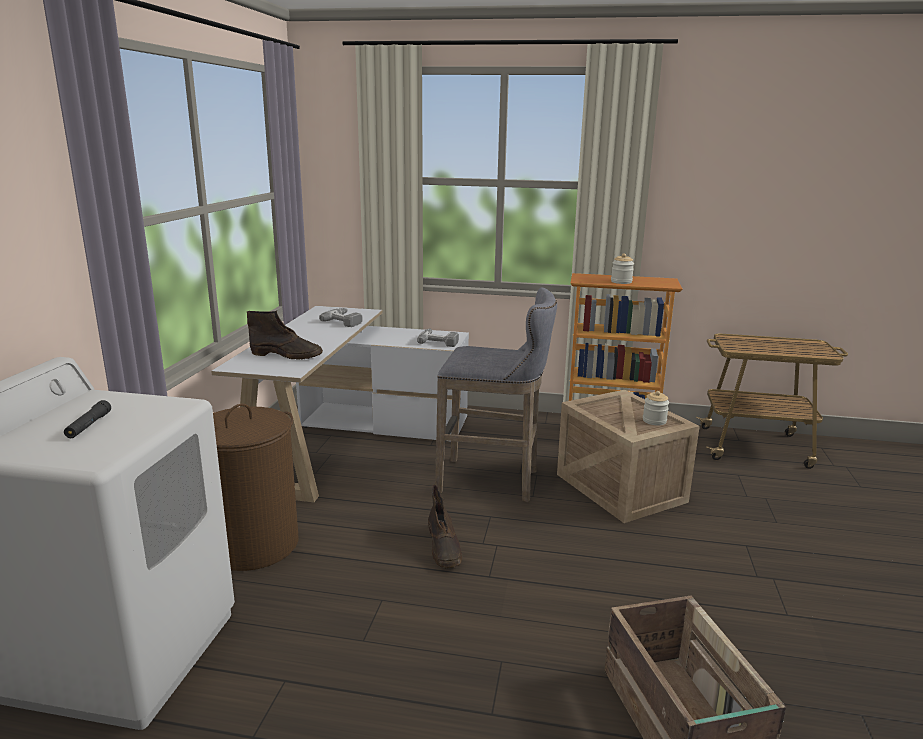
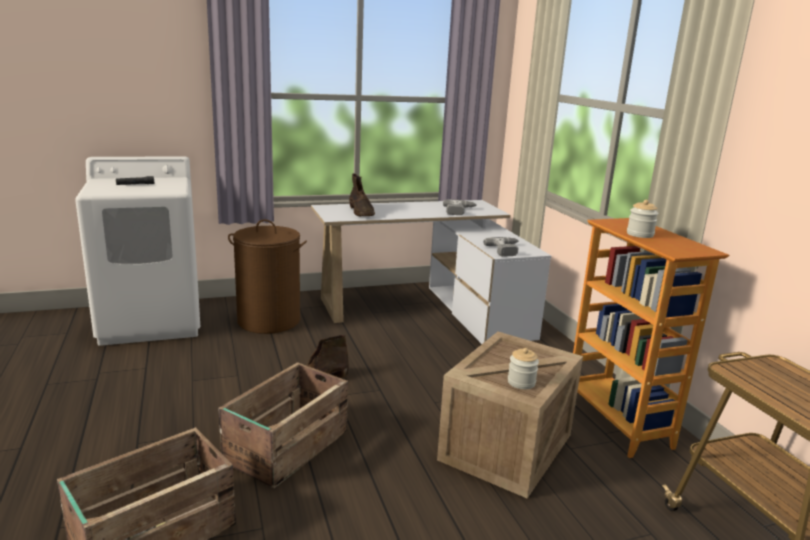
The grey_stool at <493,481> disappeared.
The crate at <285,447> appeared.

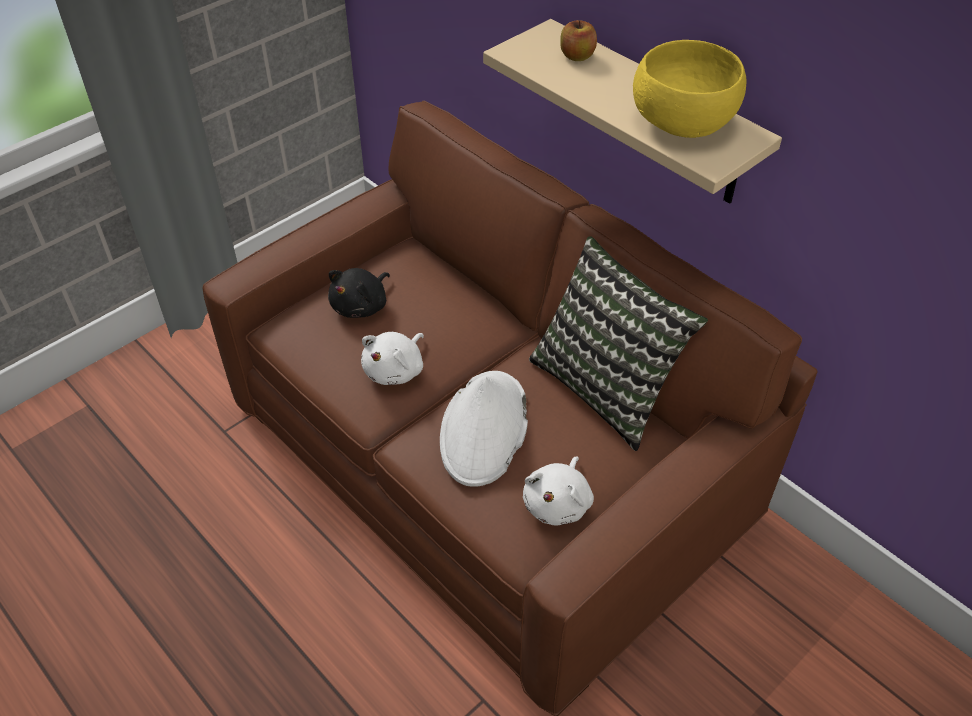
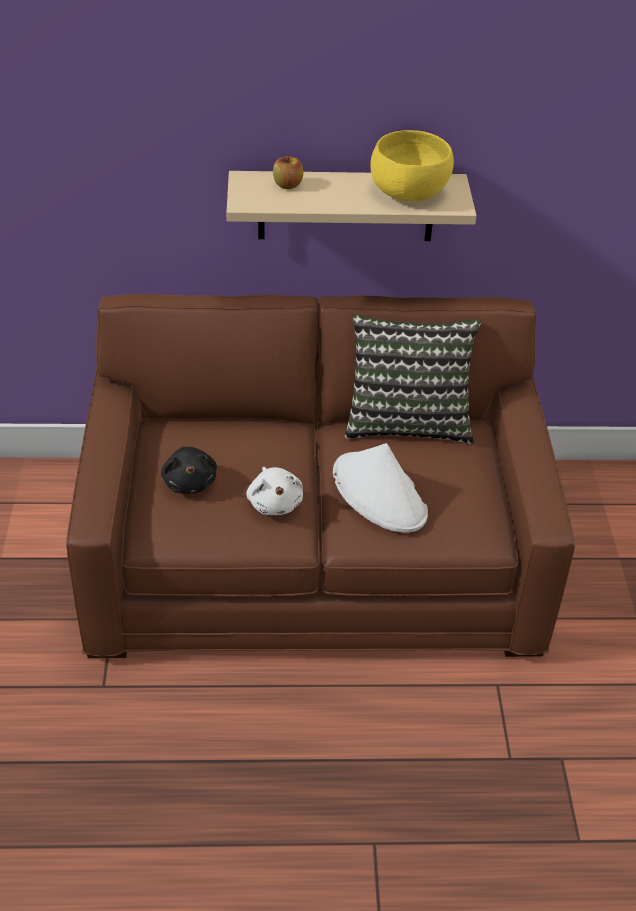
The white_plush_toy at <558,503> disappeared.

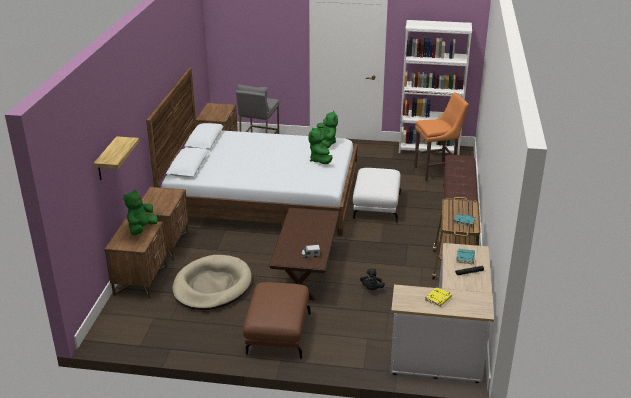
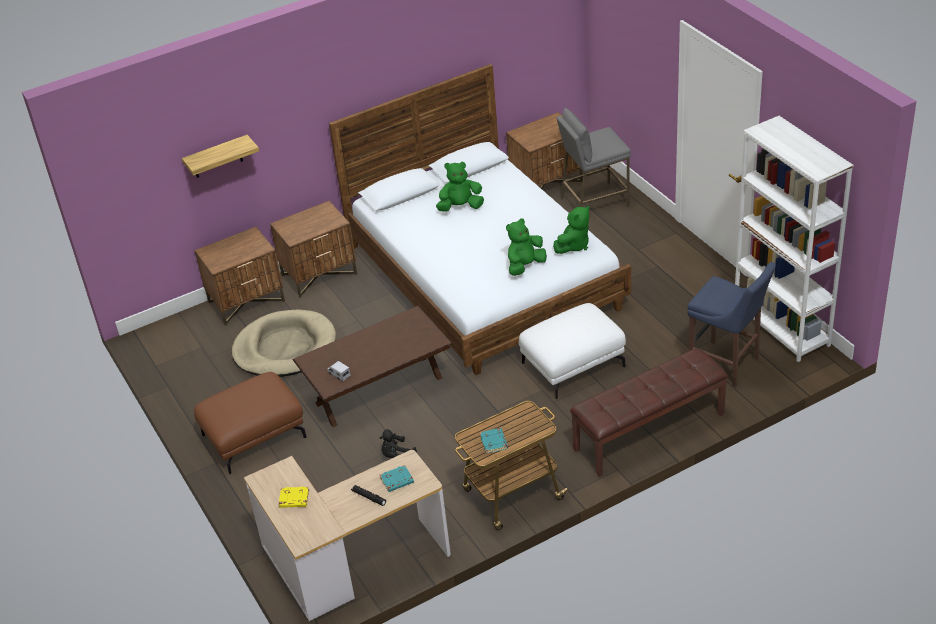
The green_plush_toy moved from <141,229> to <460,207>.
The orange_stool at <437,172> became the blue_stool at <727,365>.

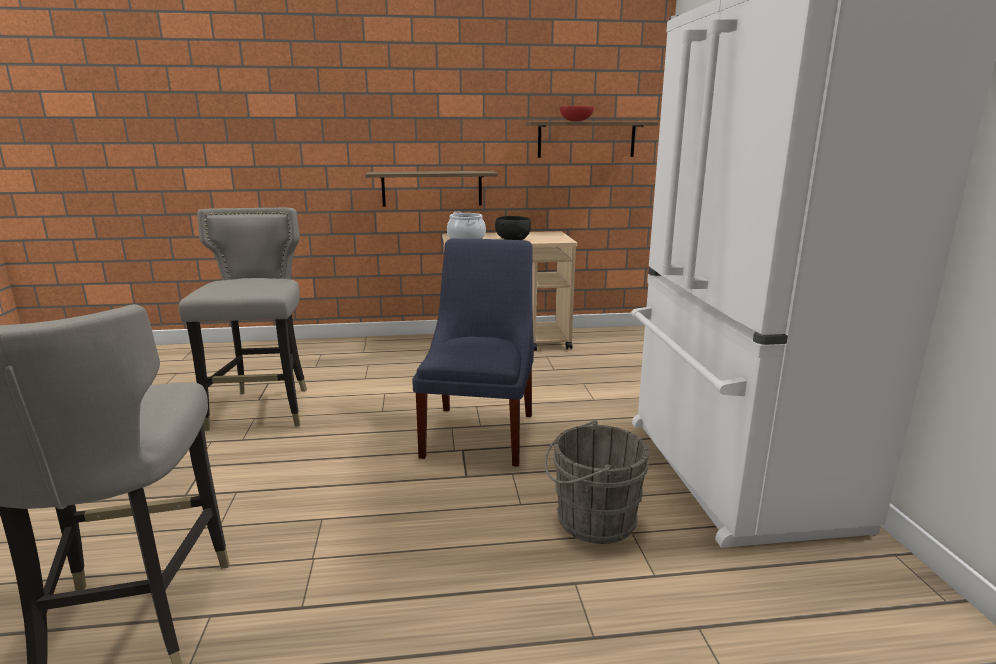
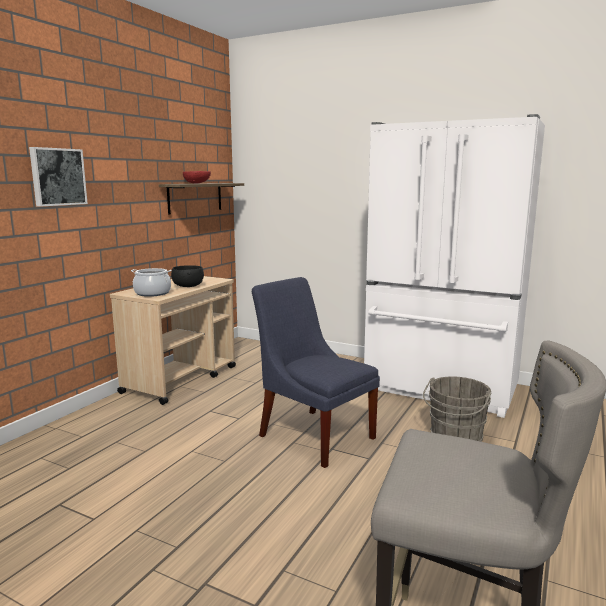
The grey_stool at <264,409> disappeared.
The shelf at <432,188> disappeared.
The picture at <57,177> appeared.

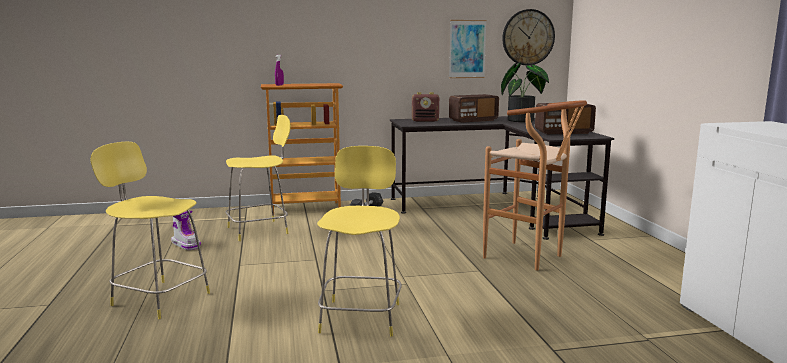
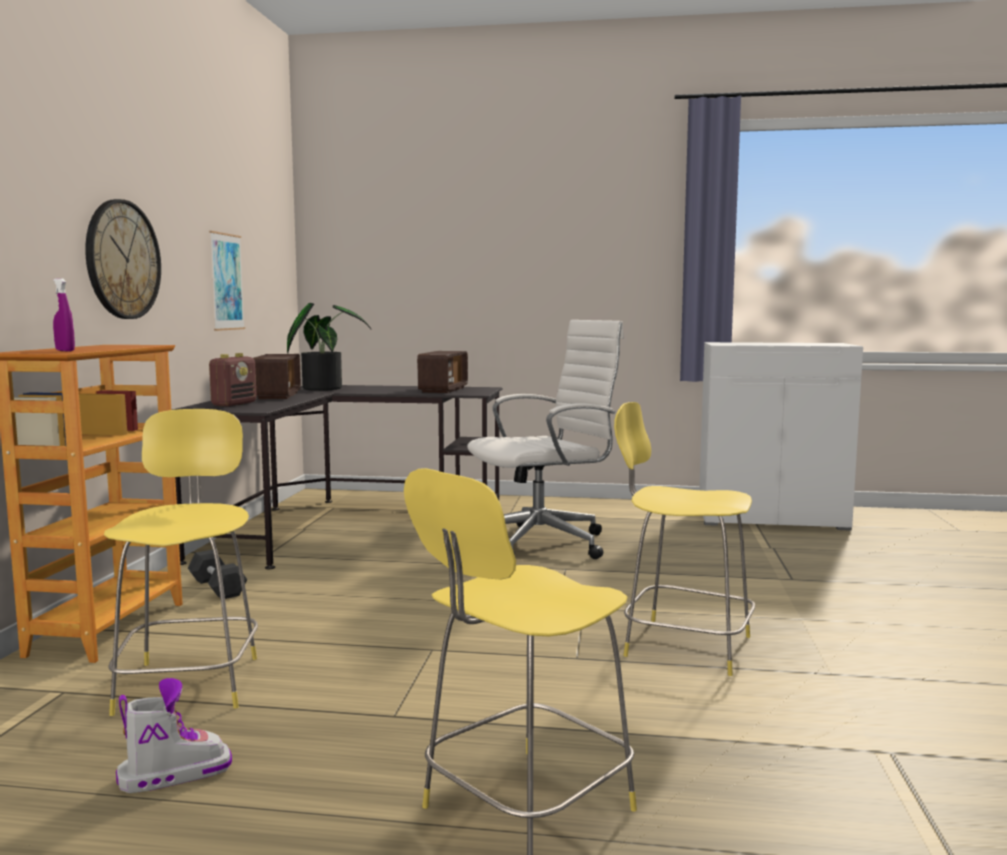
The wall_clock moved from <528,37> to <122,260>.
The brown_stool at <530,258> was replaced by the white_office_chair at <543,543>.

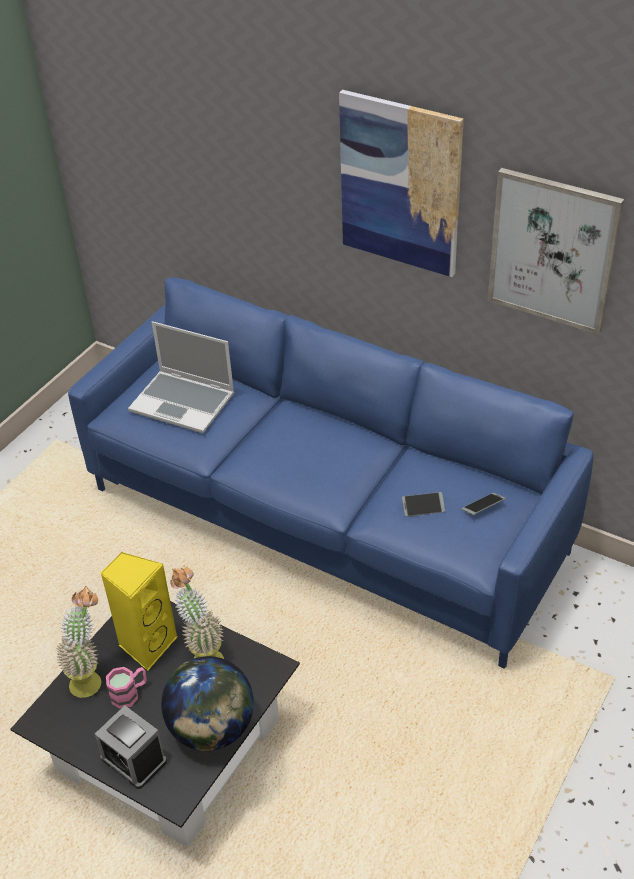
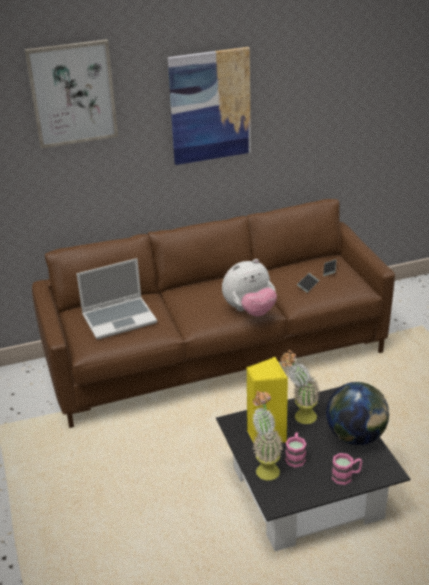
The plush_toy at <250,311> appeared.
The picture moved from <553,250> to <72,93>.
The alarm_clock at <134,760> was replaced by the pink_mug at <346,476>.
The blue_sofa at <323,523> became the brown_sofa at <217,358>.

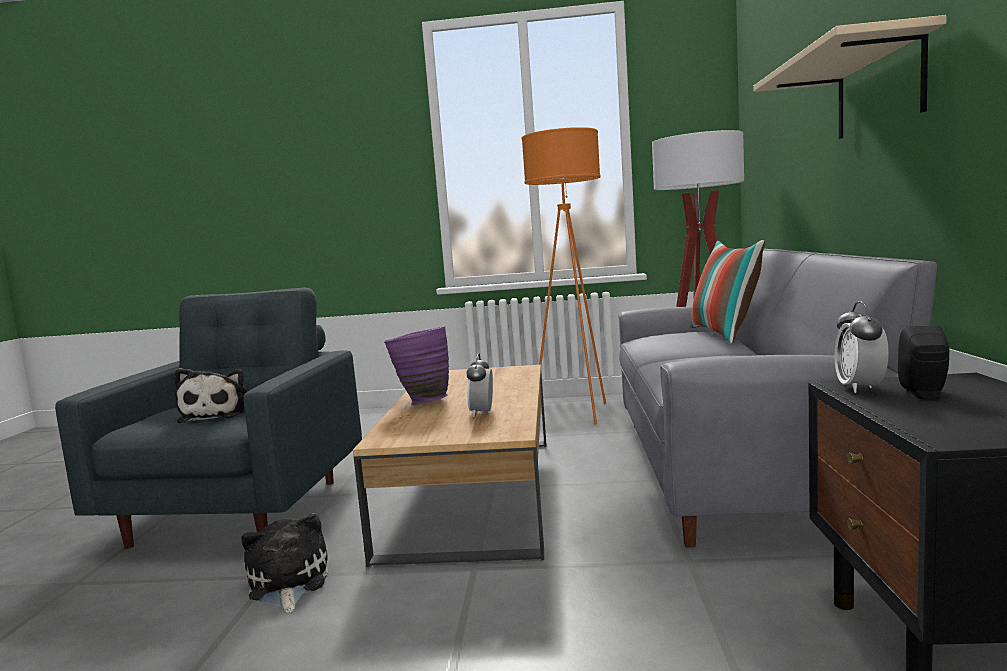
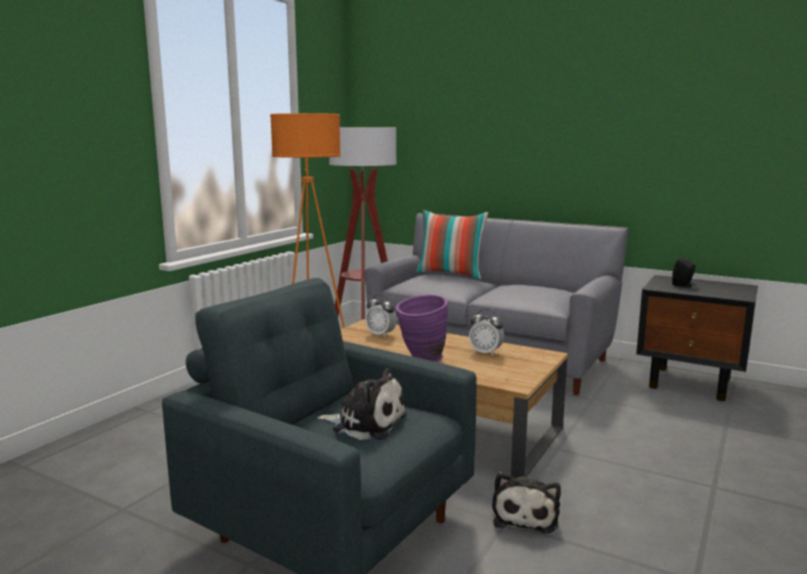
The beige_shelf at <878,89> disappeared.
The alarm_clock moved from <860,388> to <381,335>.
The plush_toy at <287,583> turned 90 degrees counterclockwise.

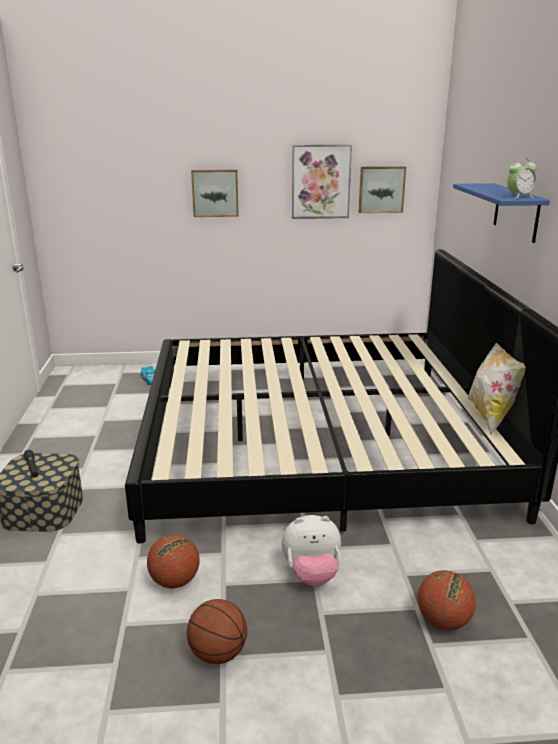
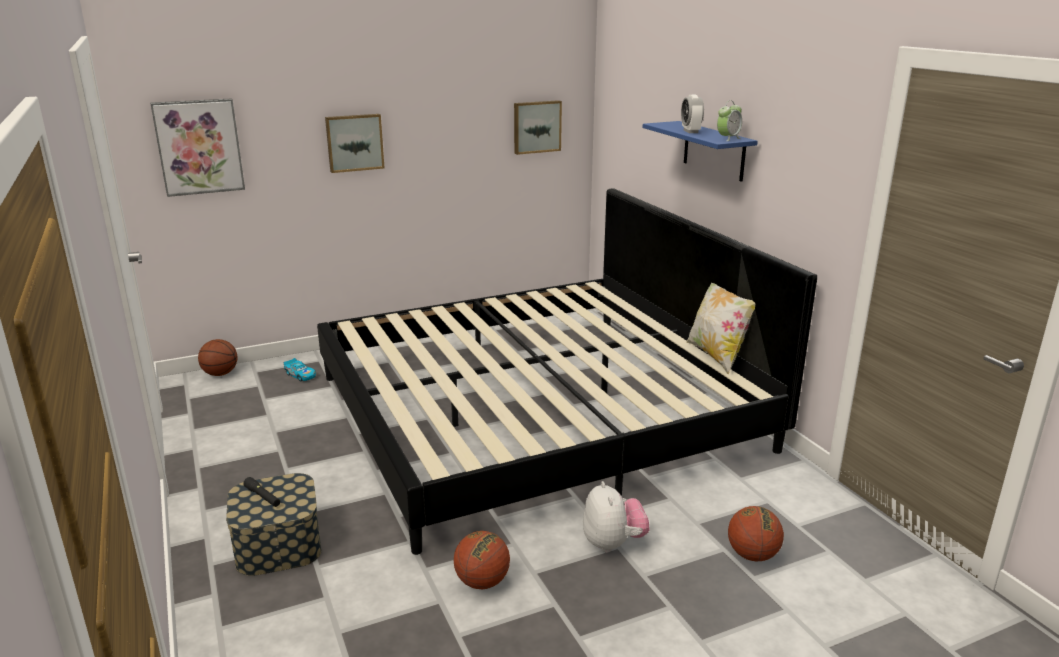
The alarm_clock at <690,131> appeared.
The basketball moved from <217,653> to <220,374>.
The picture moved from <320,182> to <199,147>.
The plush_toy at <311,574> turned 75 degrees counterclockwise.

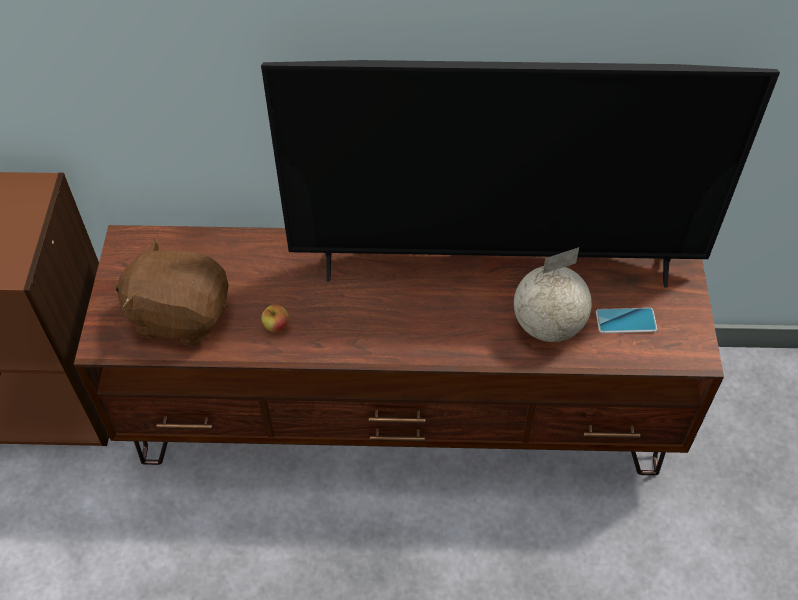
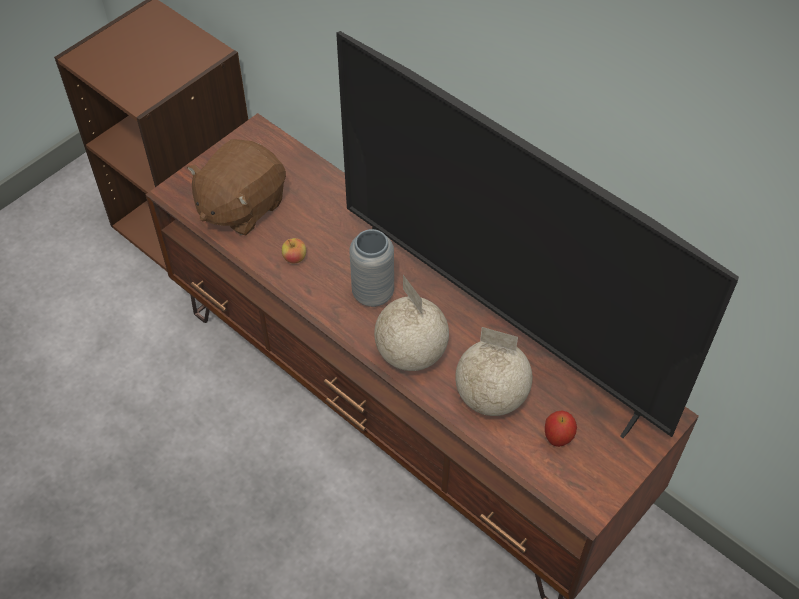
The grey_vase at <373,294> appeared.
The globe at <411,355> appeared.
The phone at <626,321> was replaced by the apple at <557,439>.
The brown_plush_toy at <180,314> turned 105 degrees counterclockwise.

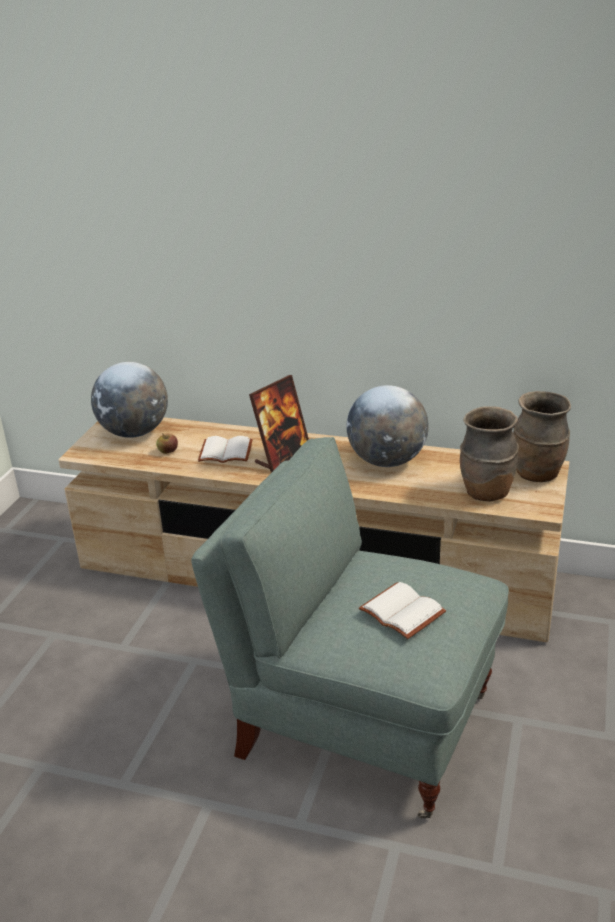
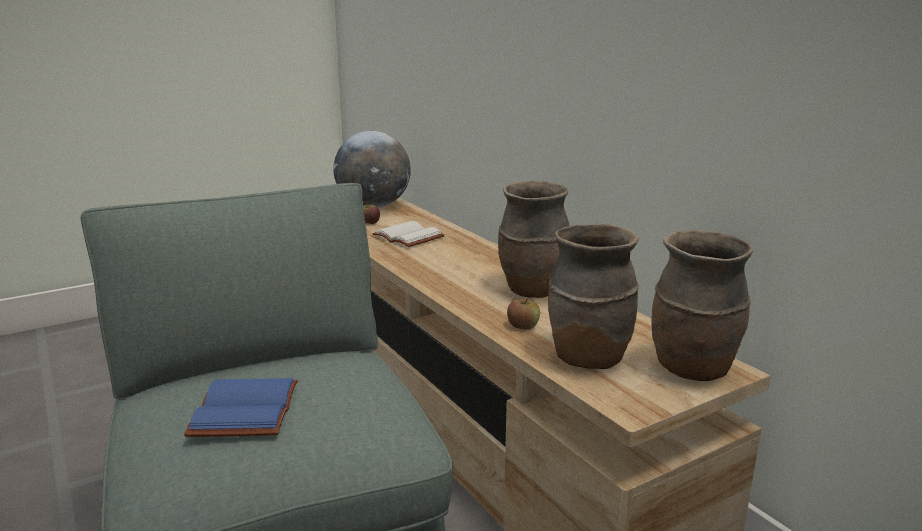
The picture_frame at <283,457> disappeared.
The apple at <523,326> appeared.
The globe at <387,461> was replaced by the brown_vase at <533,291>.
The white_book at <399,612> became the blue_book at <242,409>.

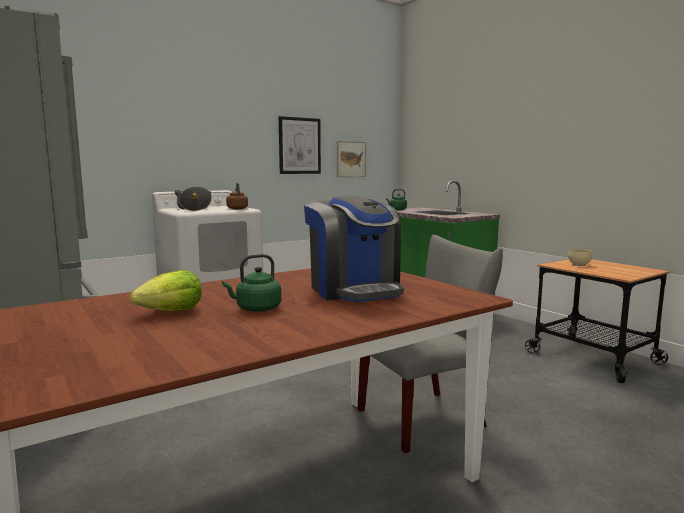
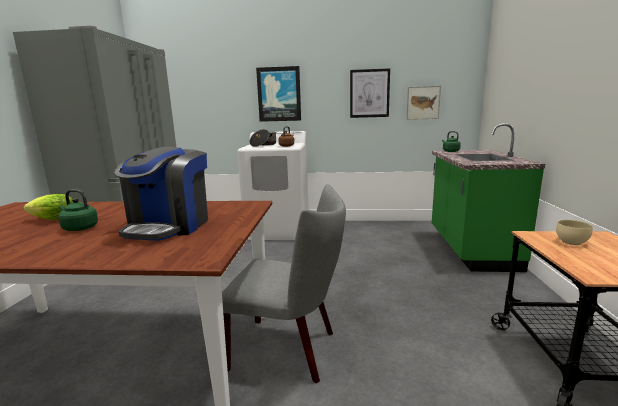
The picture at <279,94> appeared.

